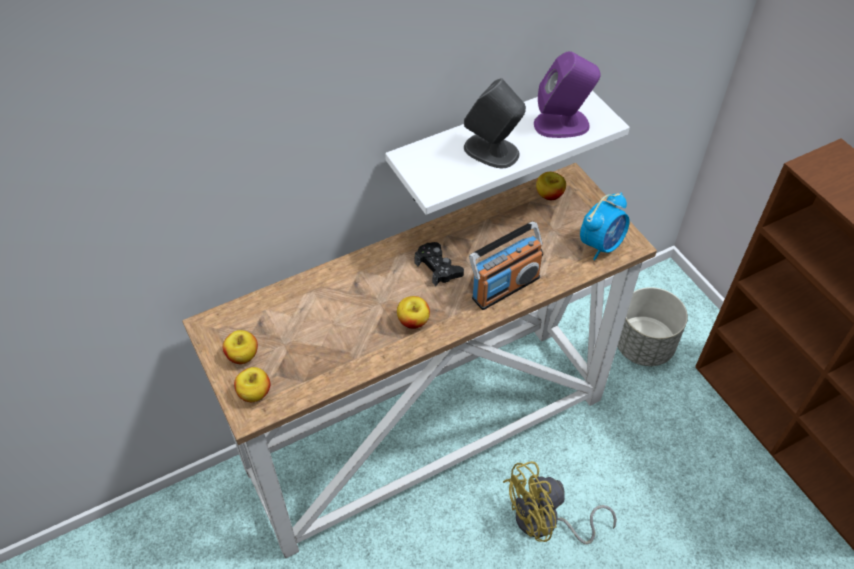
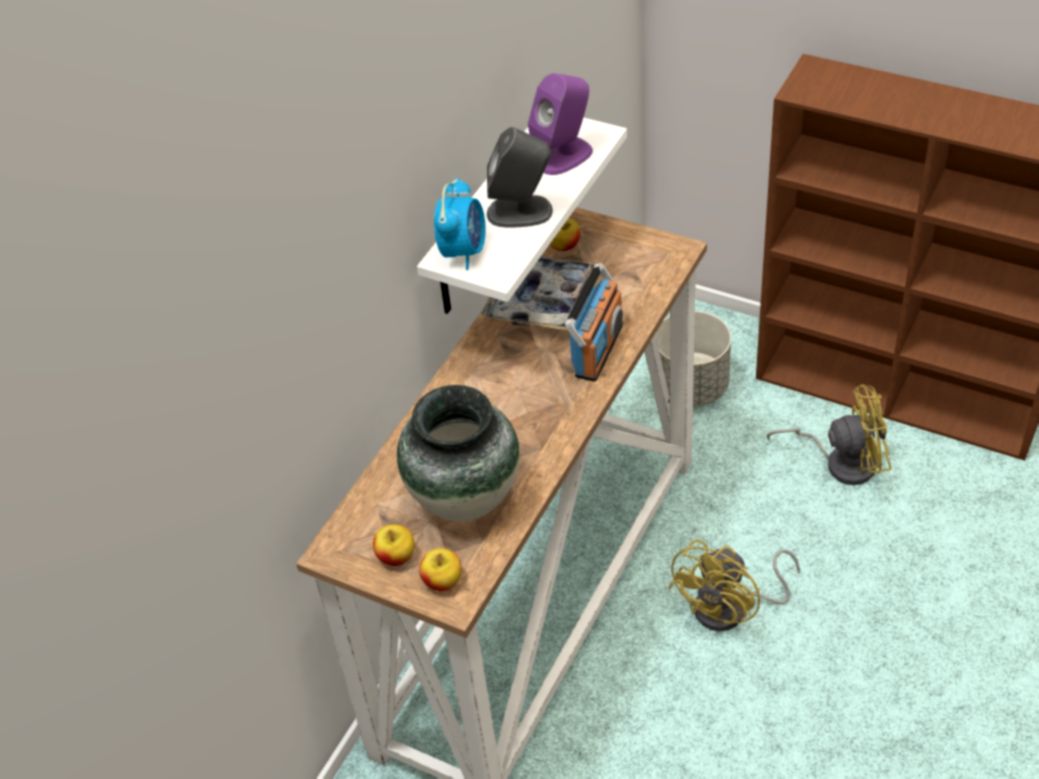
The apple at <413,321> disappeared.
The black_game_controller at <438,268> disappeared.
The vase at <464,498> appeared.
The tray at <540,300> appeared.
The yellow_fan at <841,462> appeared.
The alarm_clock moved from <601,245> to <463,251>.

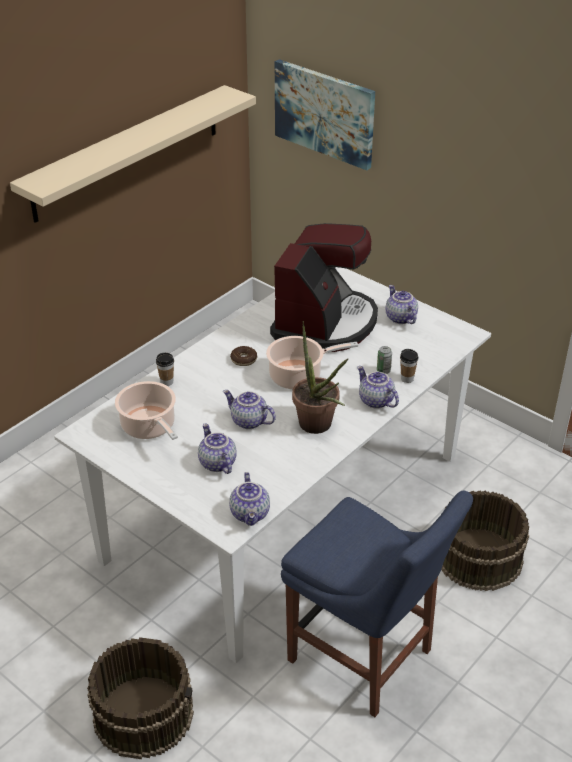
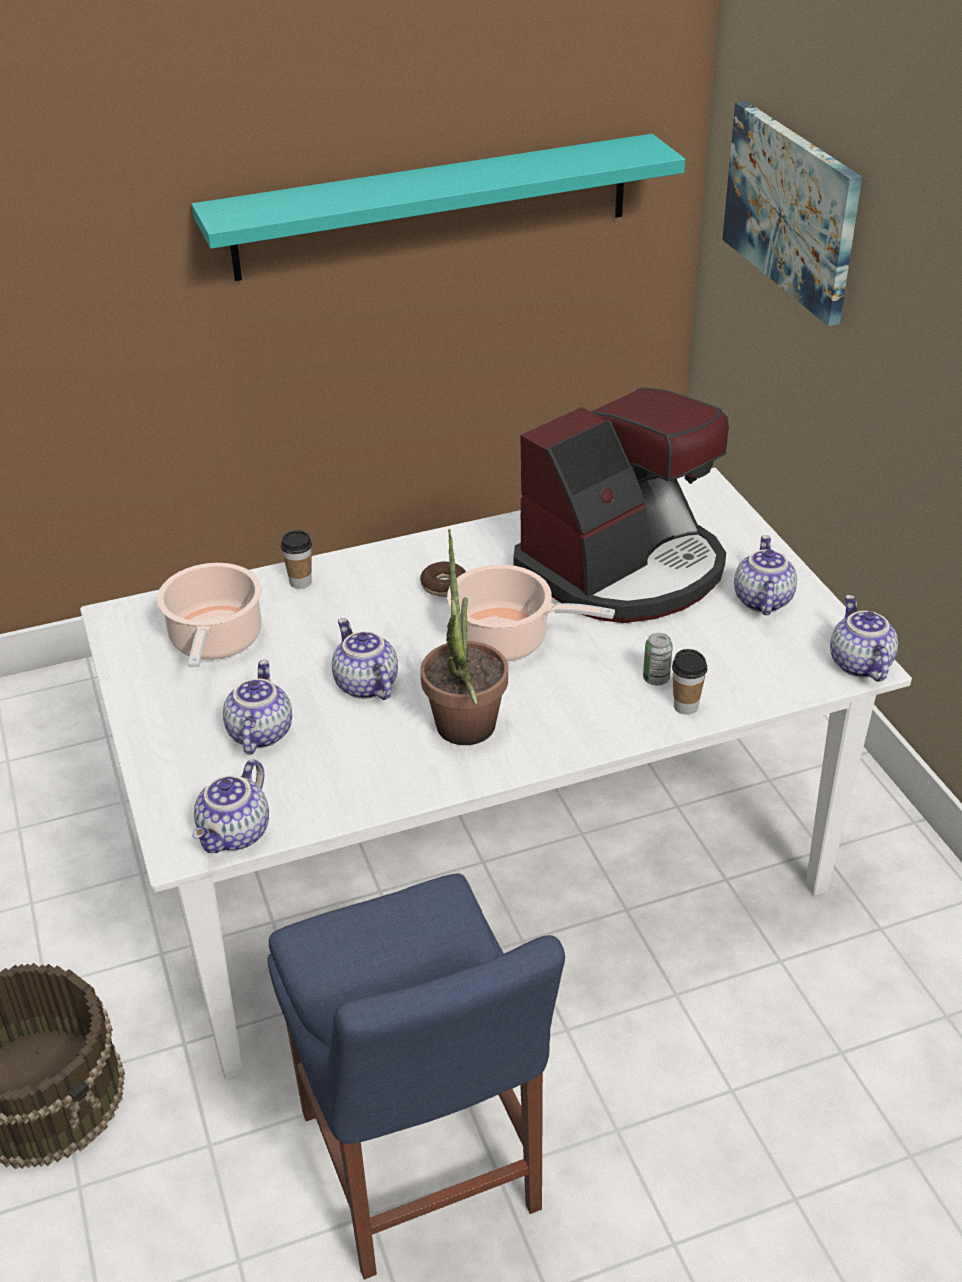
The brown_bucket at <478,557> disappeared.
The teapot moved from <375,401> to <858,664>.
The beige_shelf at <128,152> became the turquoise_shelf at <433,207>.

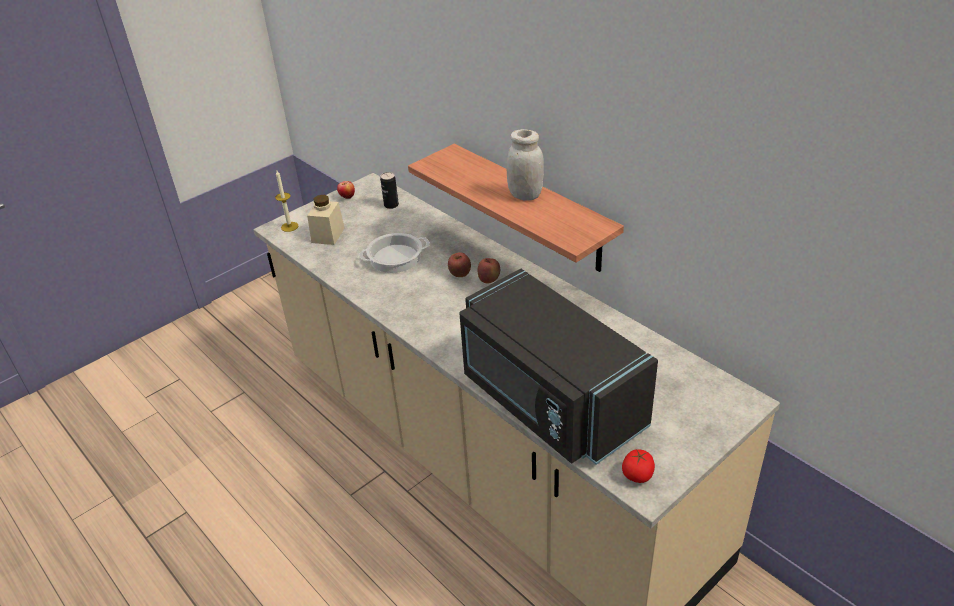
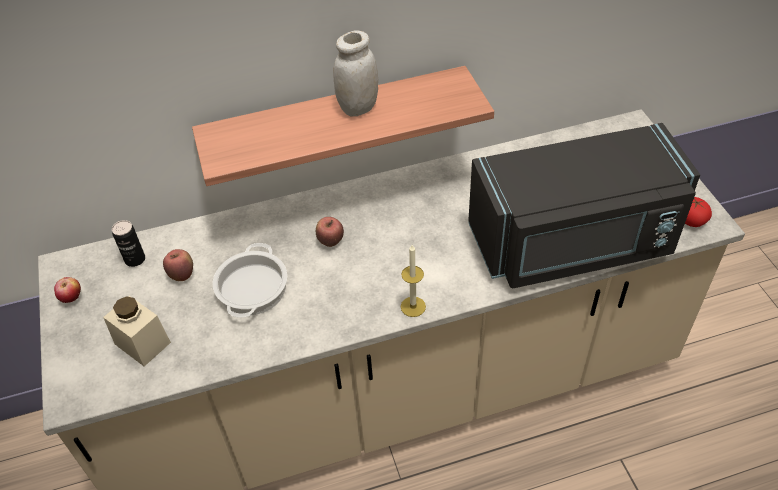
The candle moved from <289,226> to <413,306>.
The apple moved from <489,280> to <182,275>.

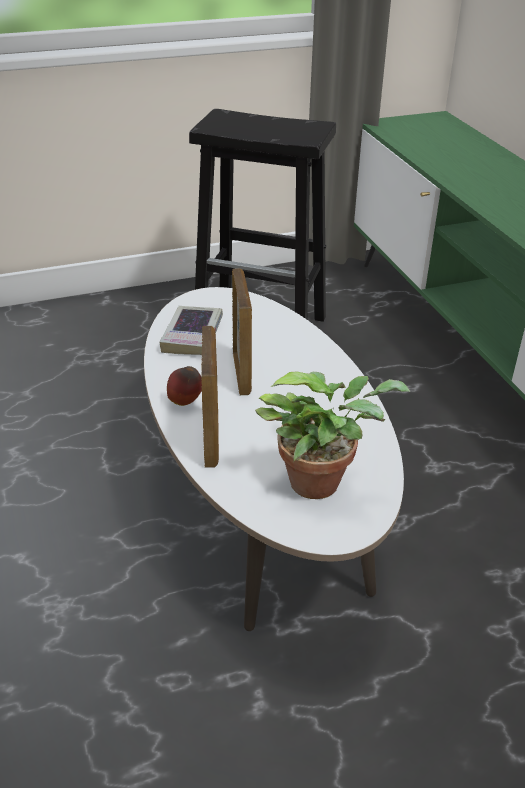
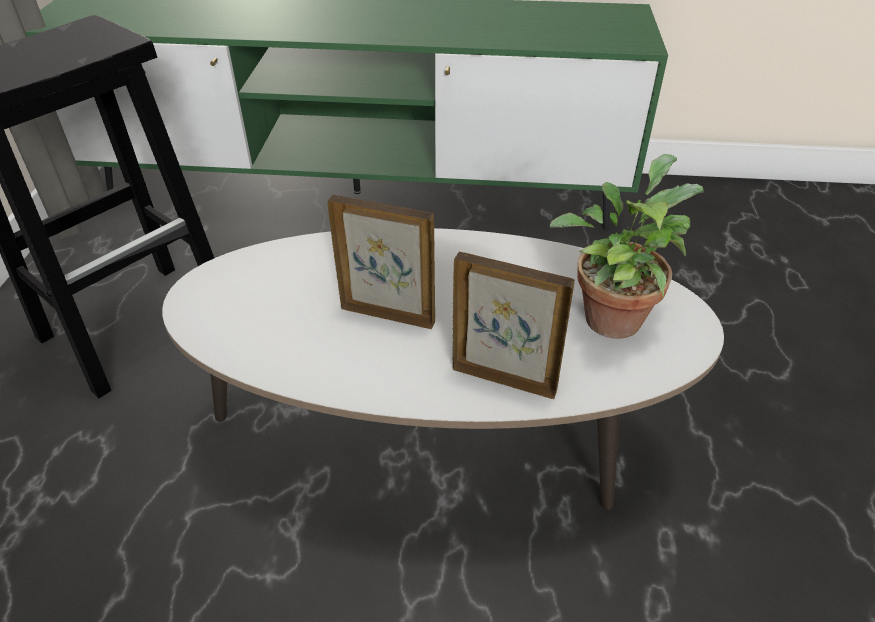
The book at <192,335> disappeared.
The apple at <185,402> disappeared.

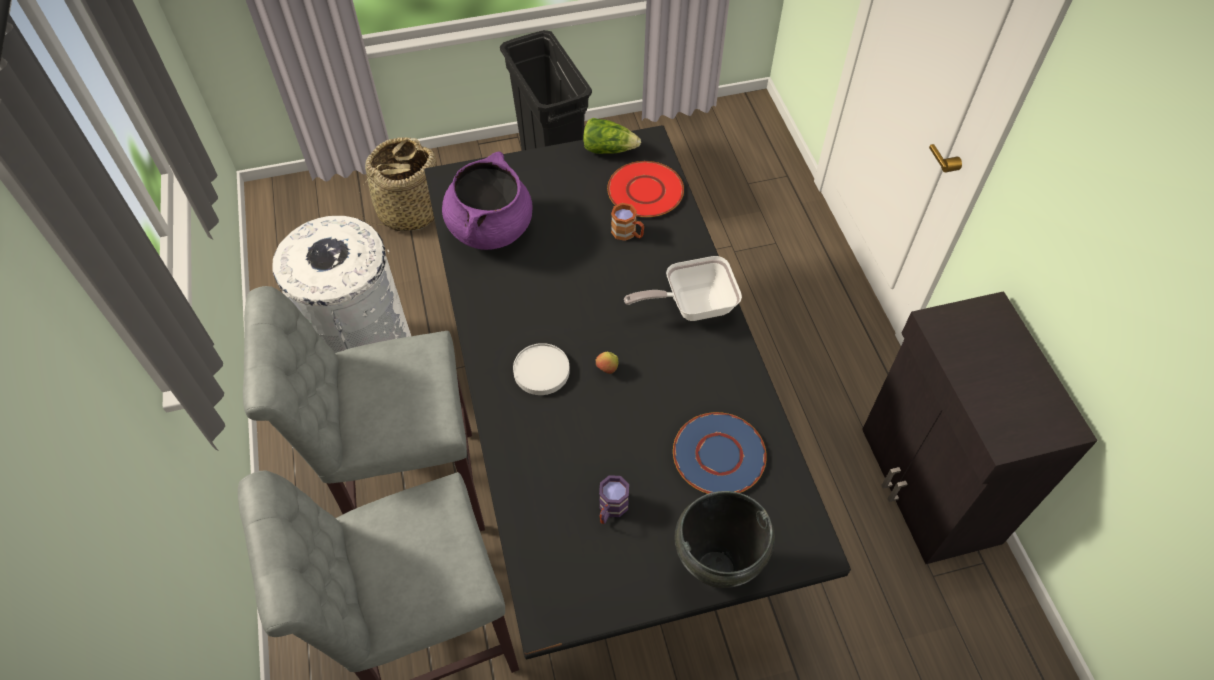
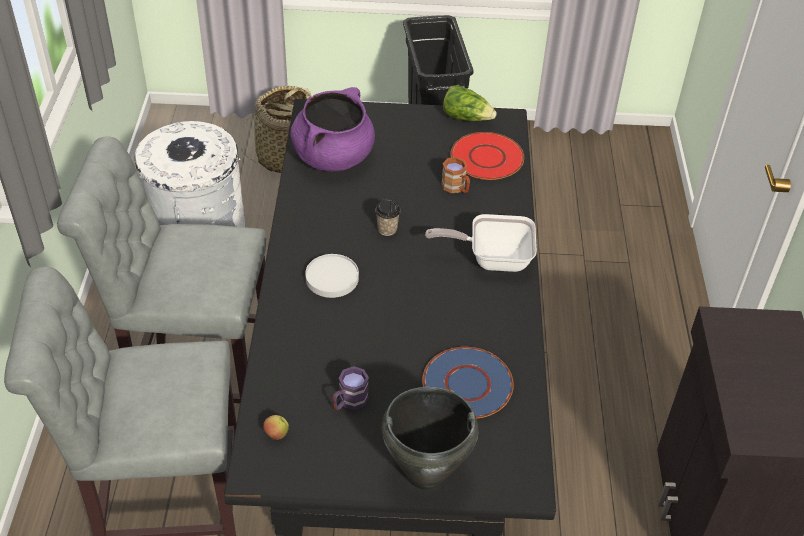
The cup at <387,229> appeared.
The apple moved from <607,369> to <276,435>.

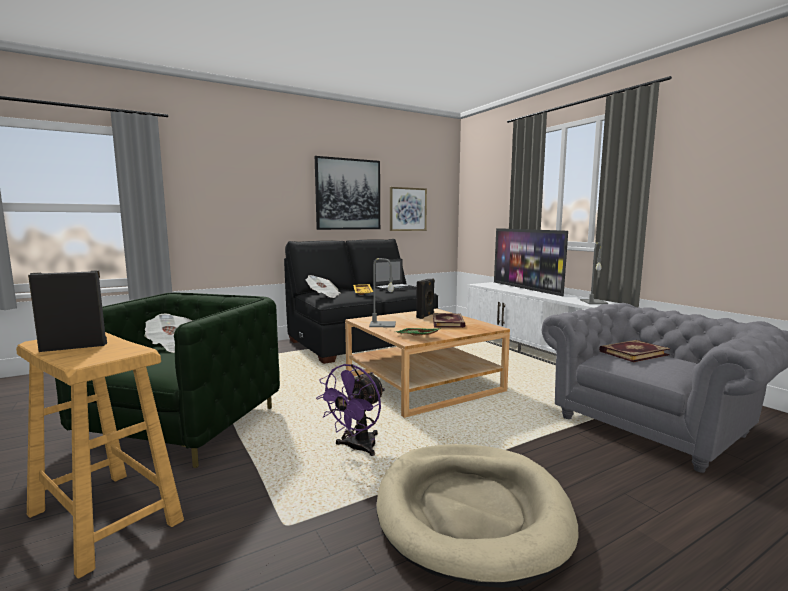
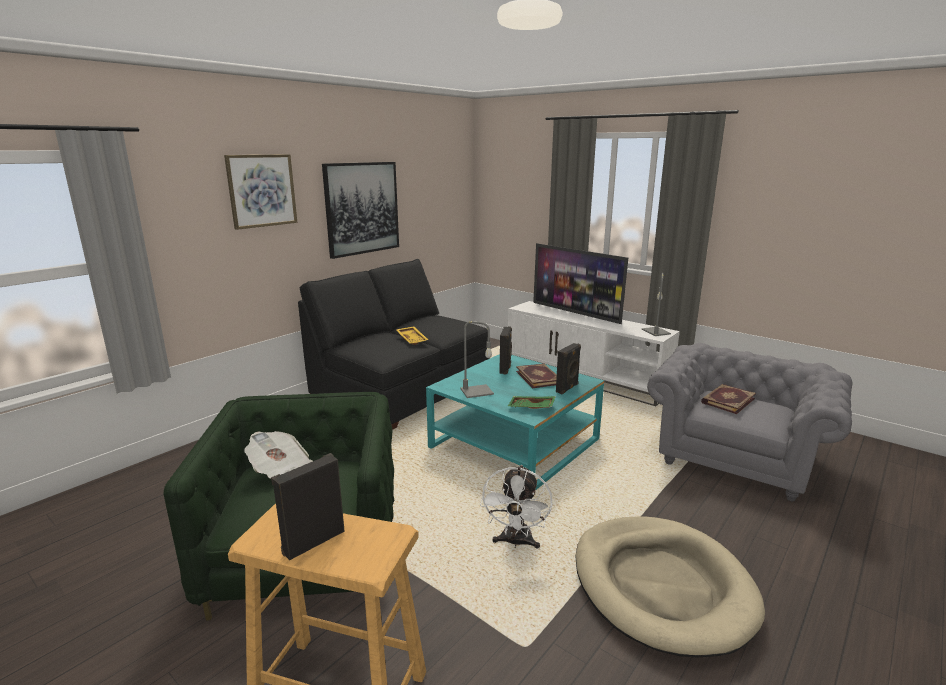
The newspaper at <323,295> disappeared.
The laptop at <395,288> disappeared.
The black_speaker at <567,388> appeared.
The picture moved from <407,209> to <262,190>.
The purple_fan at <356,448> became the white_fan at <516,542>.
The beige_coffee_table at <423,384> became the turquoise_coffee_table at <514,443>.

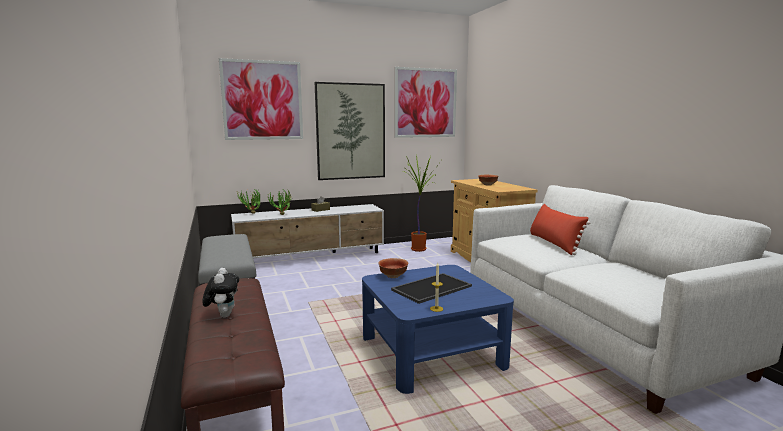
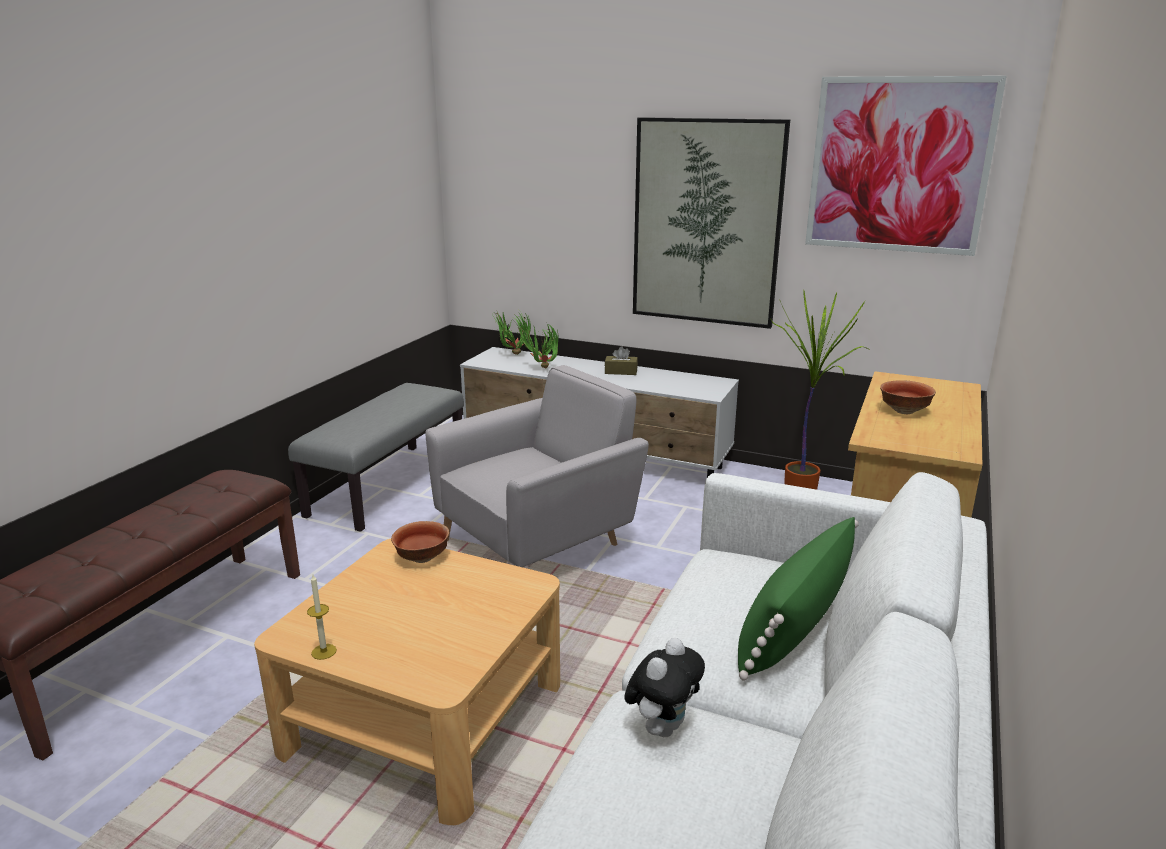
The picture at <262,100> disappeared.
The tray at <432,288> disappeared.
The grey_armchair at <539,544> appeared.
The plush_toy moved from <223,315> to <662,727>.
The blue_coffee_table at <432,352> became the beige_coffee_table at <425,718>.
The red_pillow at <554,244> became the green_pillow at <793,628>.

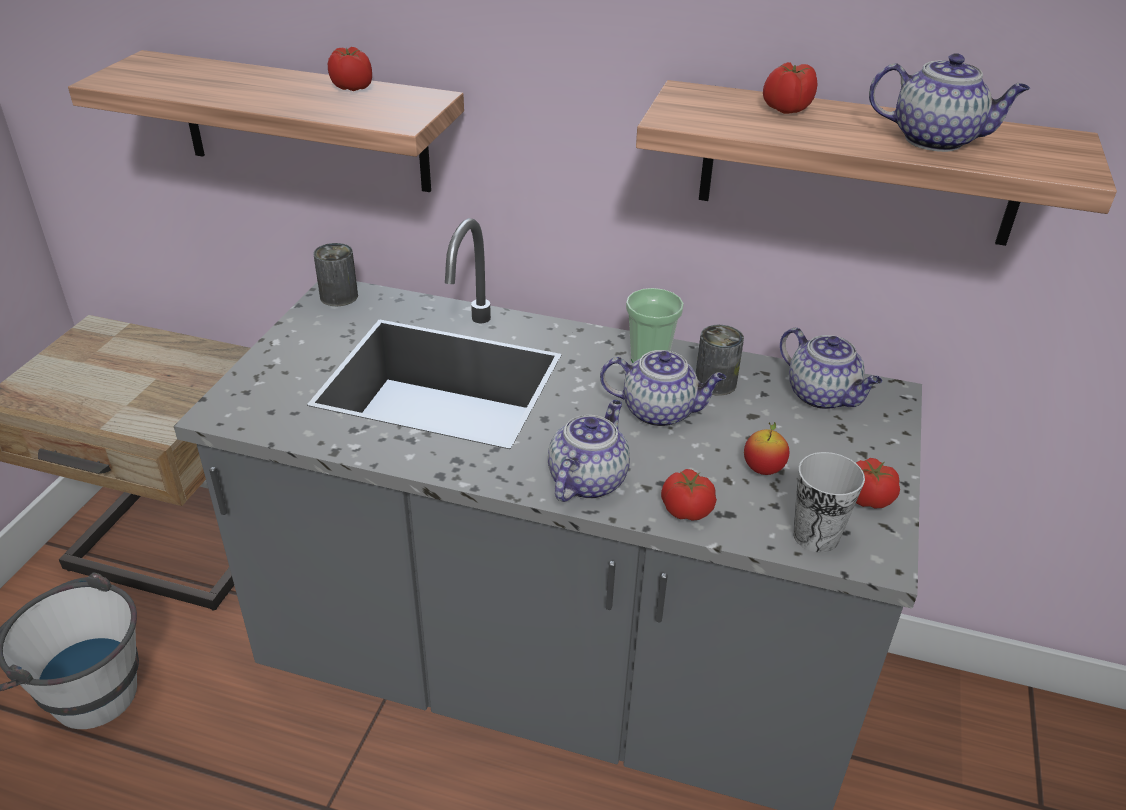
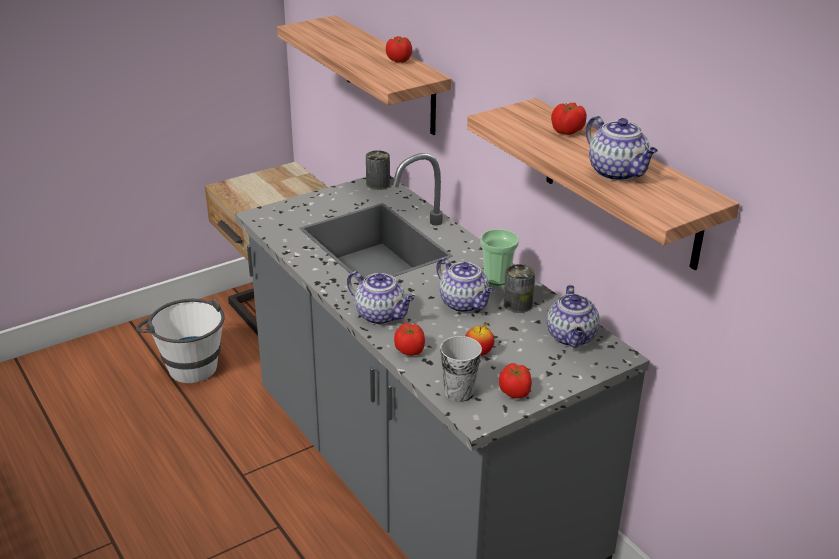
The teapot at <587,480> turned 60 degrees clockwise.

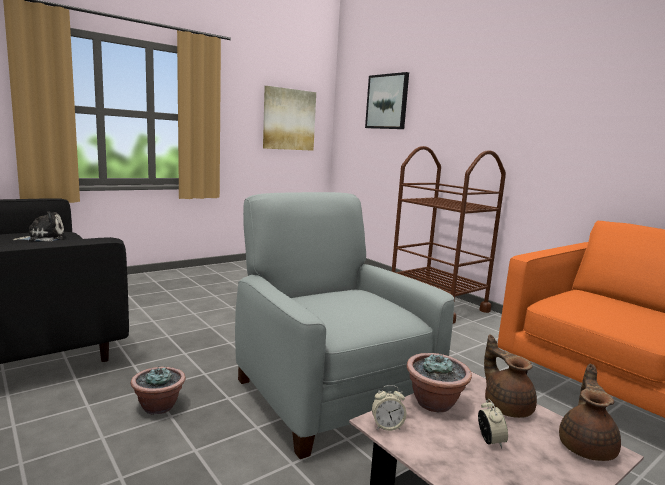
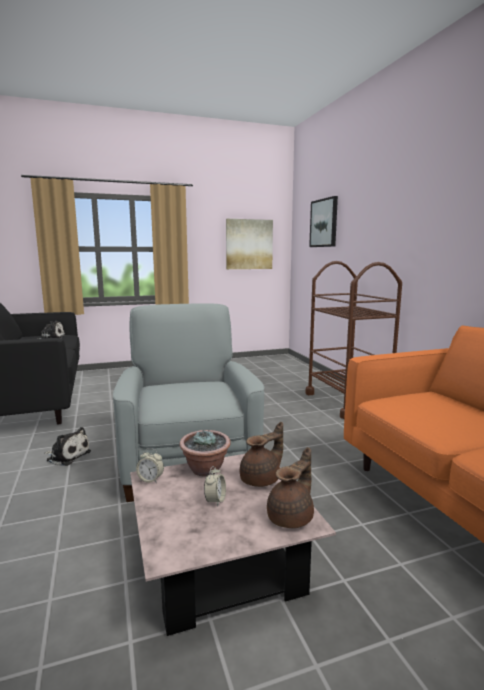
The potted_plant at <159,407> was replaced by the plush_toy at <67,456>.
The brown_teapot at <506,406> turned 60 degrees clockwise.

